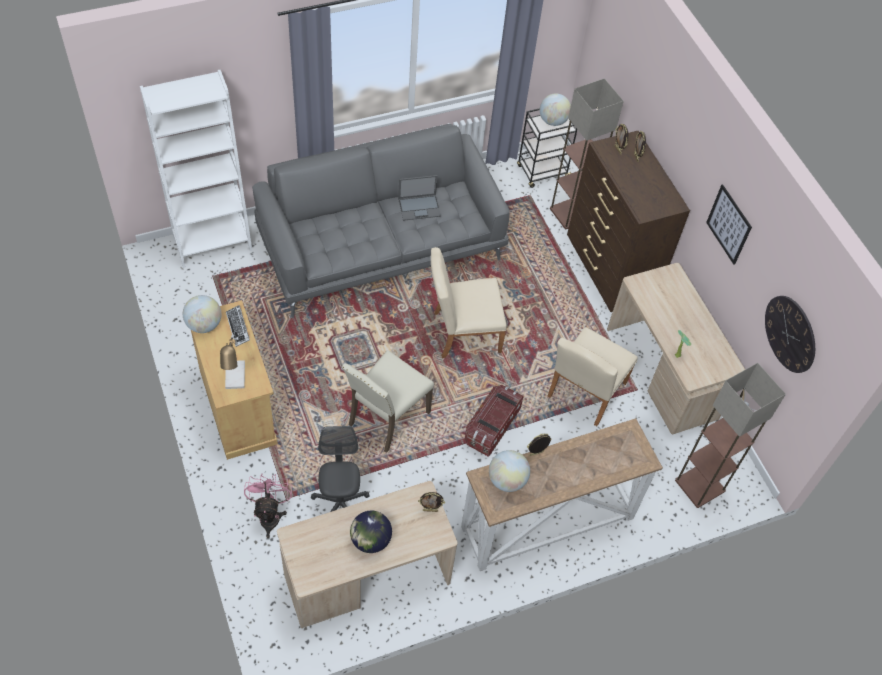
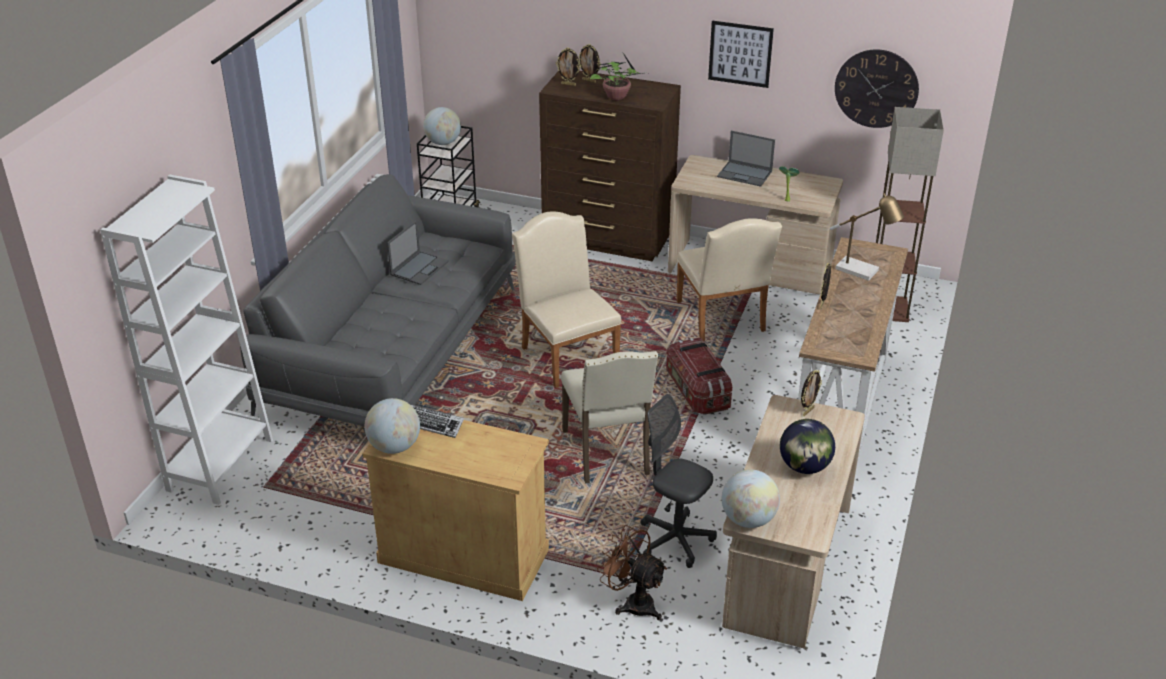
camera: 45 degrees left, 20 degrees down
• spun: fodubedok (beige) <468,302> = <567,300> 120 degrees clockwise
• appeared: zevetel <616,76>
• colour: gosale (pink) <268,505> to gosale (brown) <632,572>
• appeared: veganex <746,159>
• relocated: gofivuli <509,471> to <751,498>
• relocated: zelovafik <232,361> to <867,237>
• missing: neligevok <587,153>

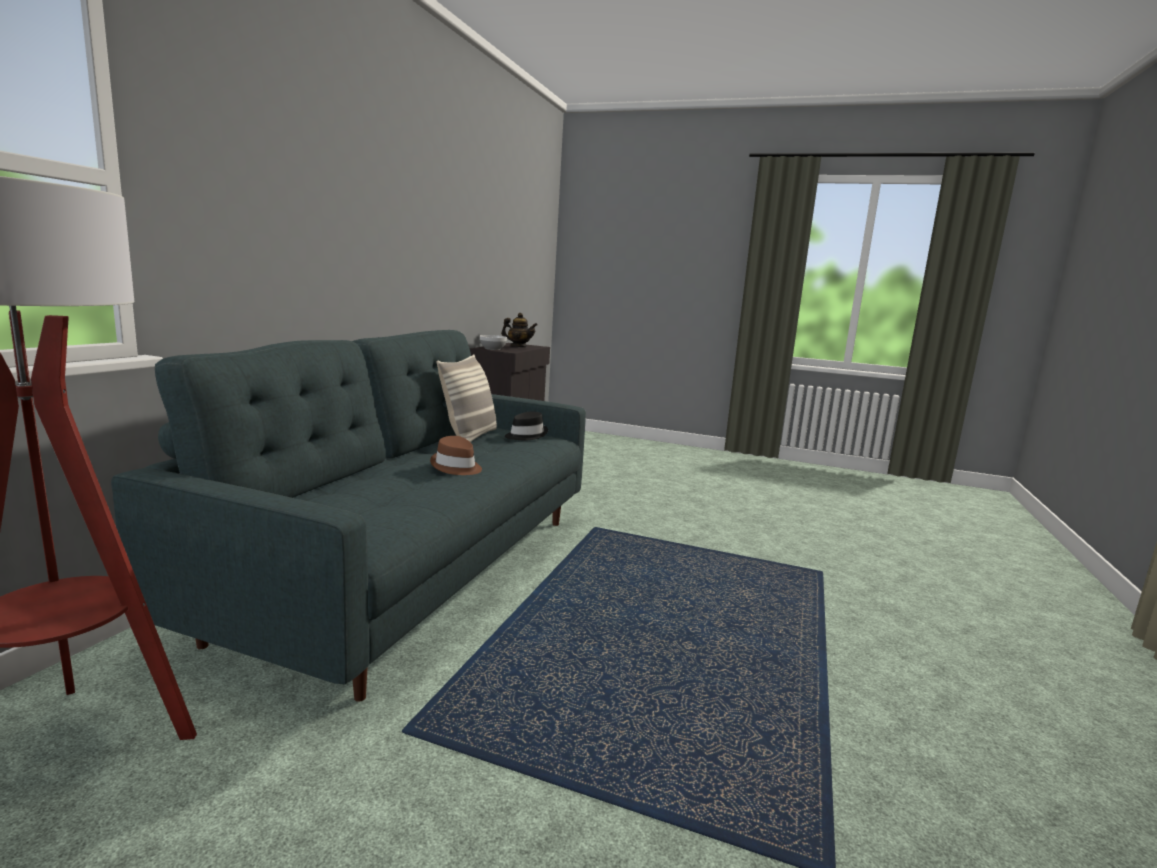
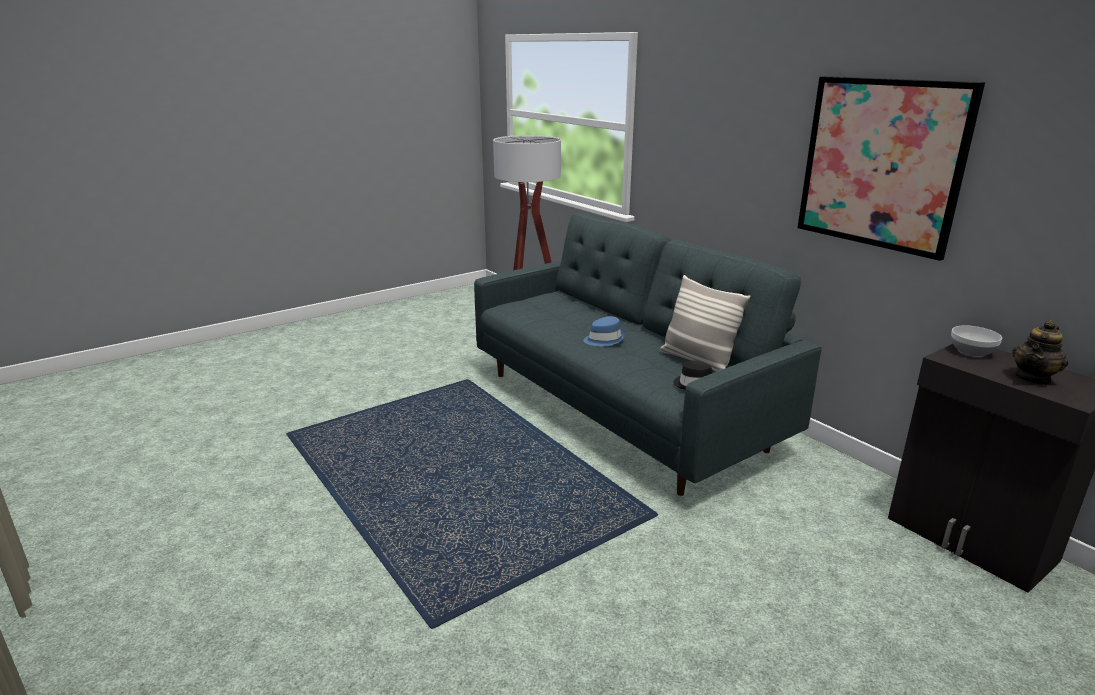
camera: 125 degrees right, 10 degrees up
• colour: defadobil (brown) <456,455> to defadobil (blue) <604,331>
• appeared: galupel <891,168>

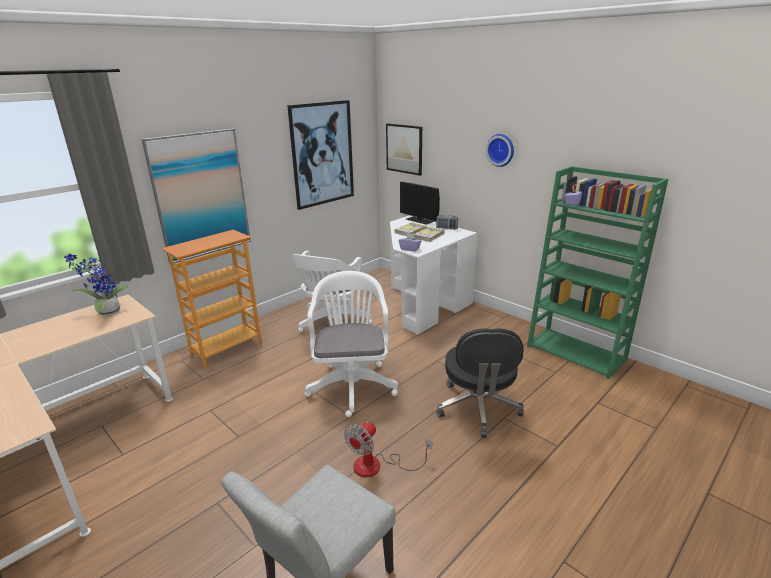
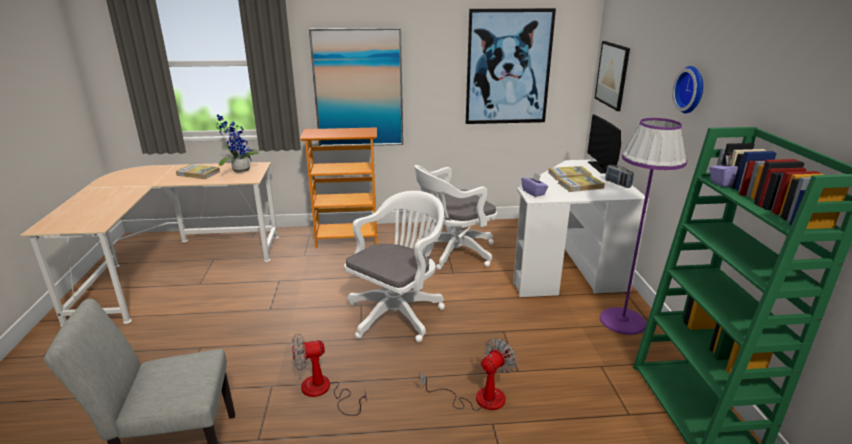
camera: 40 degrees right, 0 degrees up
• appeared: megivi <198,171>
• exchanged: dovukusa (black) <480,383> to gosale <468,374>
• appeared: neligevok (purple) <643,226>

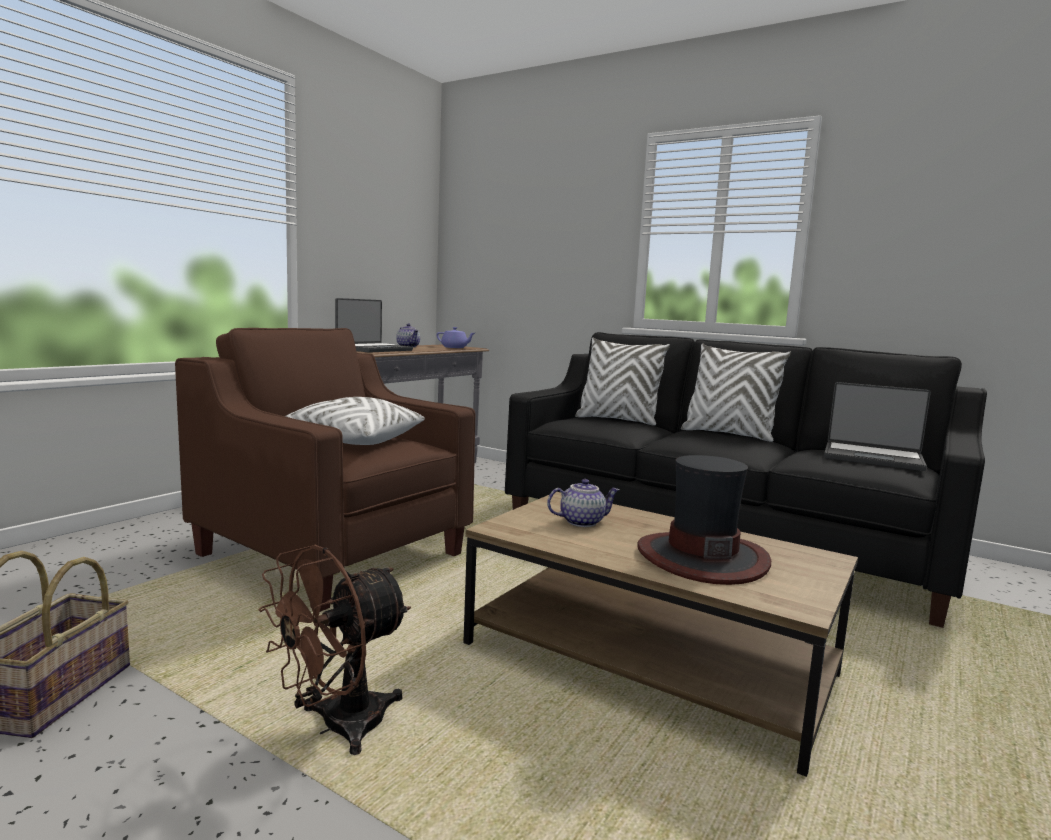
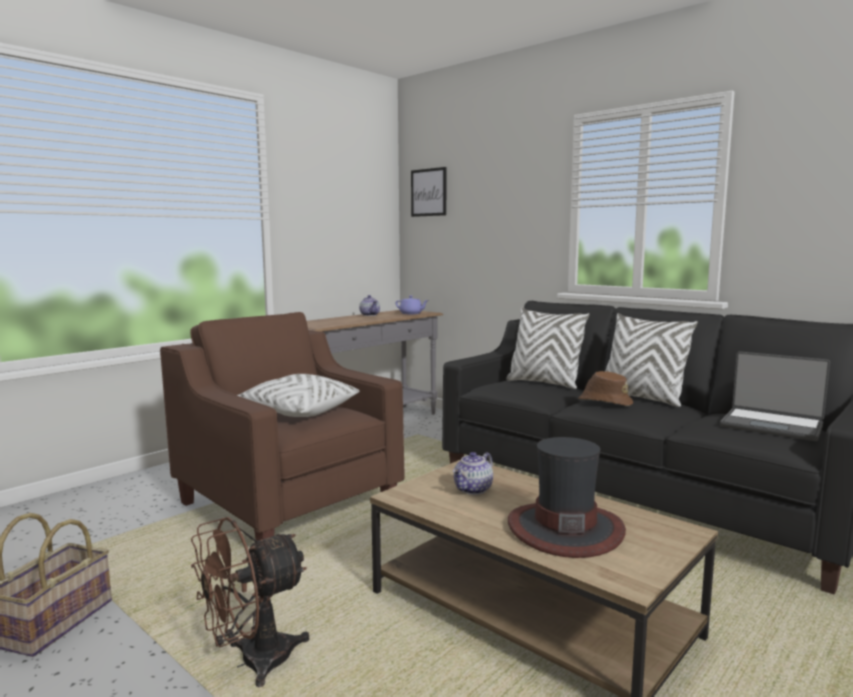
camera: 10 degrees right, 0 degrees up
• appeared: galupel <428,192>
• spun: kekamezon <583,503> = <473,473> 135 degrees clockwise
• appeared: defadobil (brown) <605,388>
• missing: veganex <374,325>

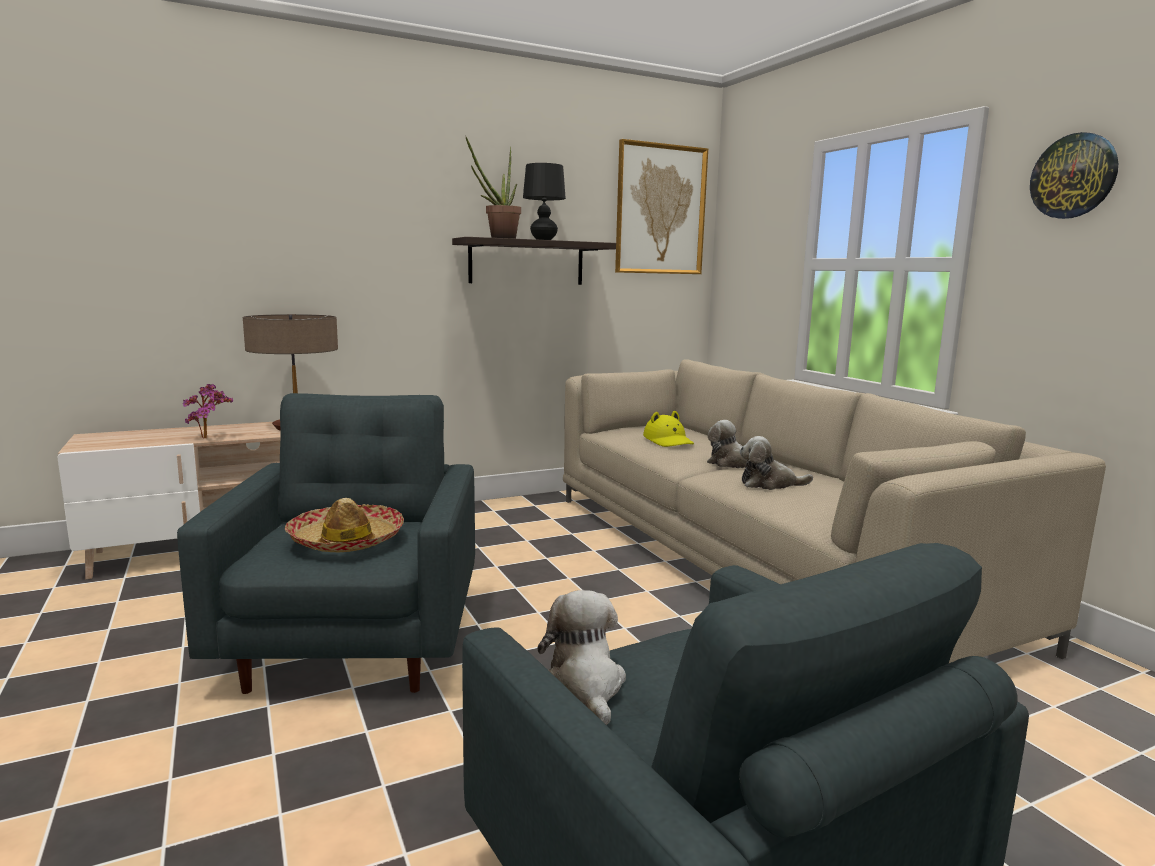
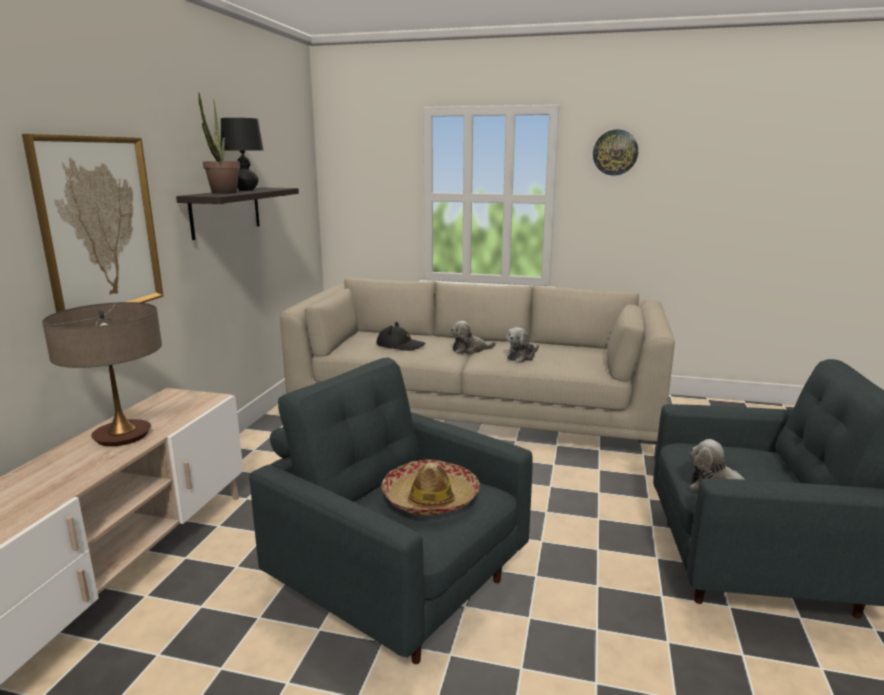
camera: 50 degrees left, 5 degrees up
• relocated: galupel <661,206> to <93,223>
• colour: defadobil (yellow) <668,429> to defadobil (black) <401,336>
• missing: zevetel <208,411>

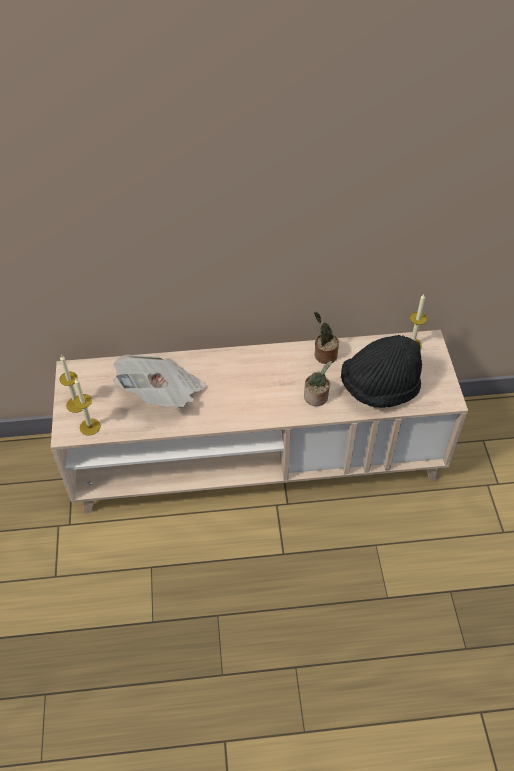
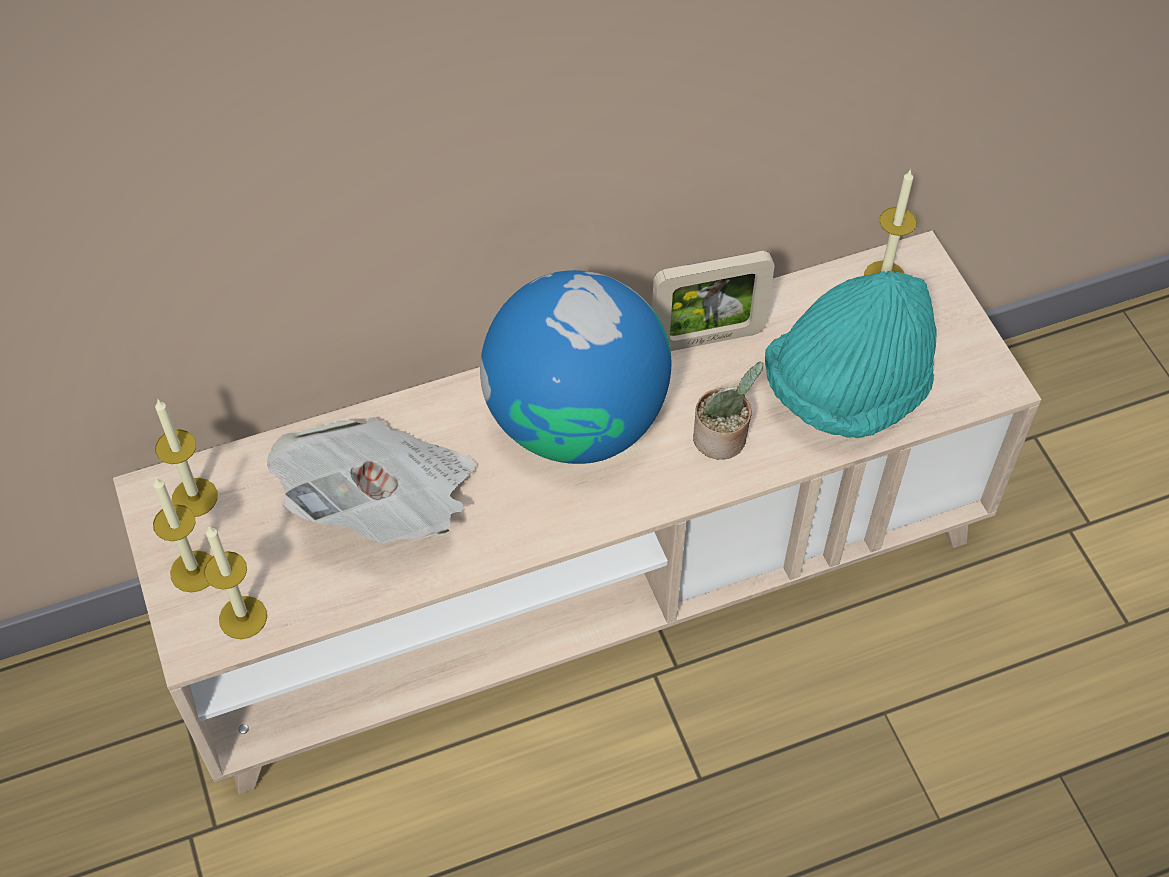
camera: 15 degrees left, 5 degrees up
• appeared: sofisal <186,458>
• appeared: gofivuli <575,367>
• exchanged: zevetel <326,337> to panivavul <713,301>
• colour: defadobil (black) <381,371> to defadobil (turquoise) <850,354>

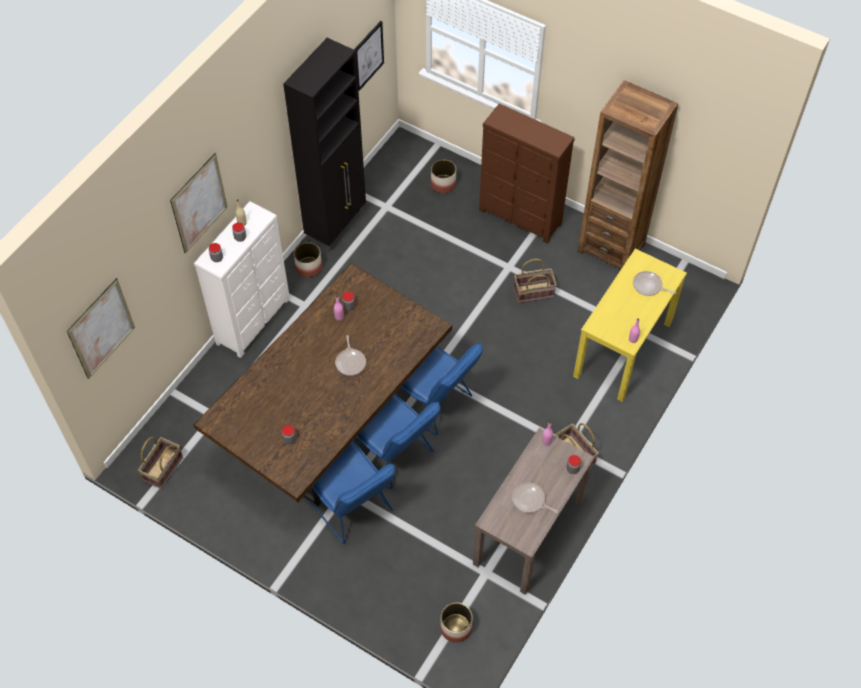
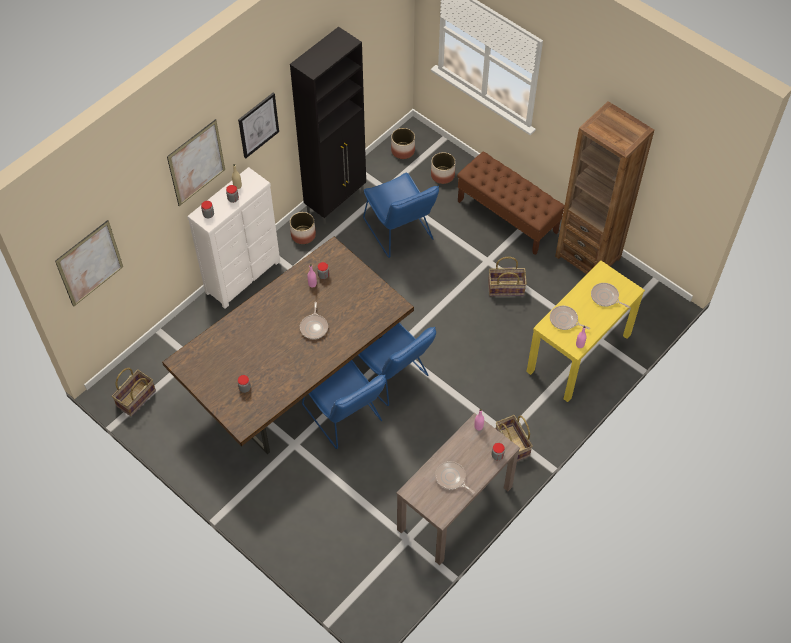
camera: 10 degrees right, 0 degrees up
• relocated: galupel <369,56> to <258,126>
• relocated: fodubedok (blue) <351,492> to <401,215>
• relocated: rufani <456,623> to <403,143>
• exchanged: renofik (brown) <527,173> to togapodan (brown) <511,203>
• appeared: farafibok <570,318>

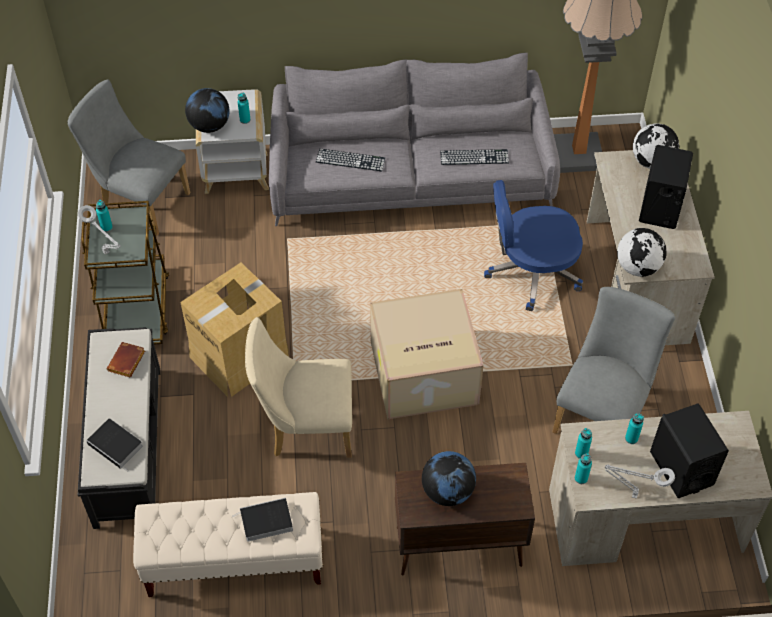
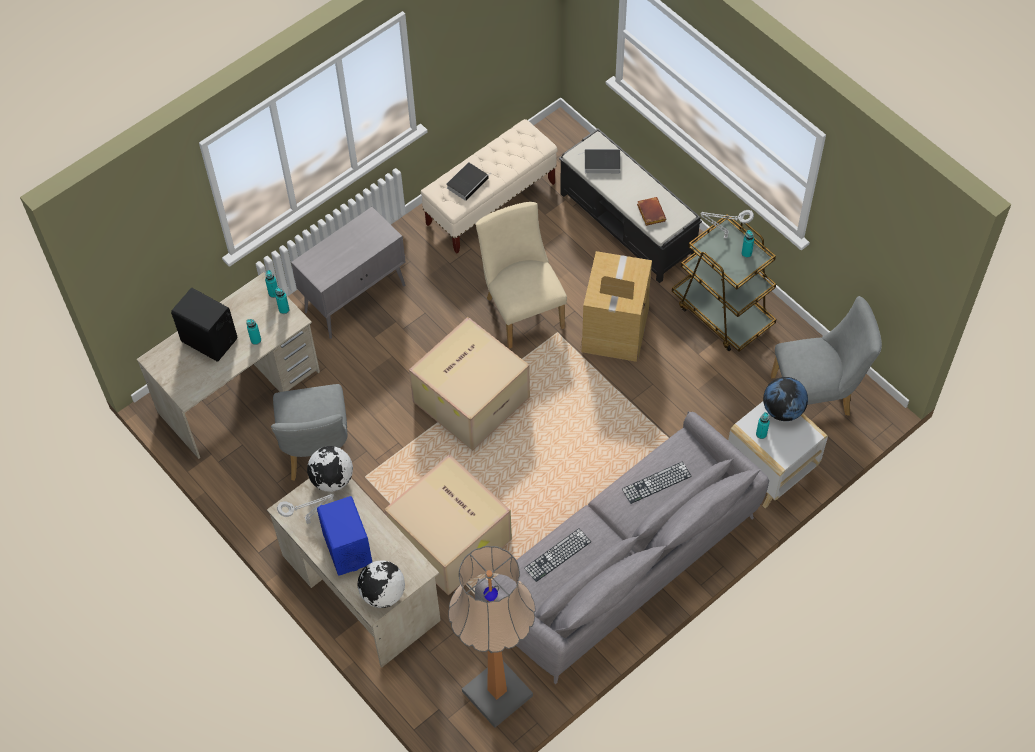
camera: 145 degrees right, 5 degrees up
• relocated: zelovafik (grey) <640,482> to <305,509>
• colour: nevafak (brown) <465,519> to nevafak (grey) <348,273>
• colour: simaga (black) <666,187> to simaga (blue) <344,535>
• exchanged: dovukusa (blue) <533,245> to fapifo <448,524>
• spun: fodubedok (beige) <298,387> = <521,275> 75 degrees counterclockwise
• missing: gofivuli <449,478>

